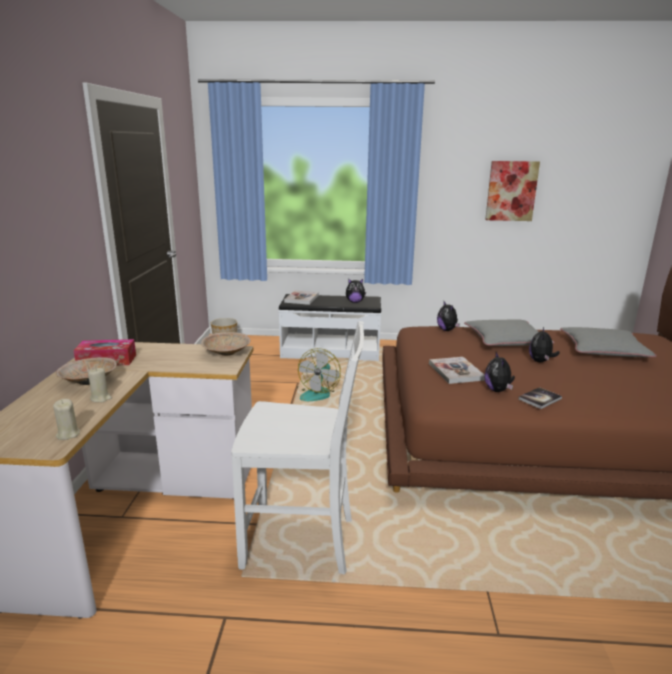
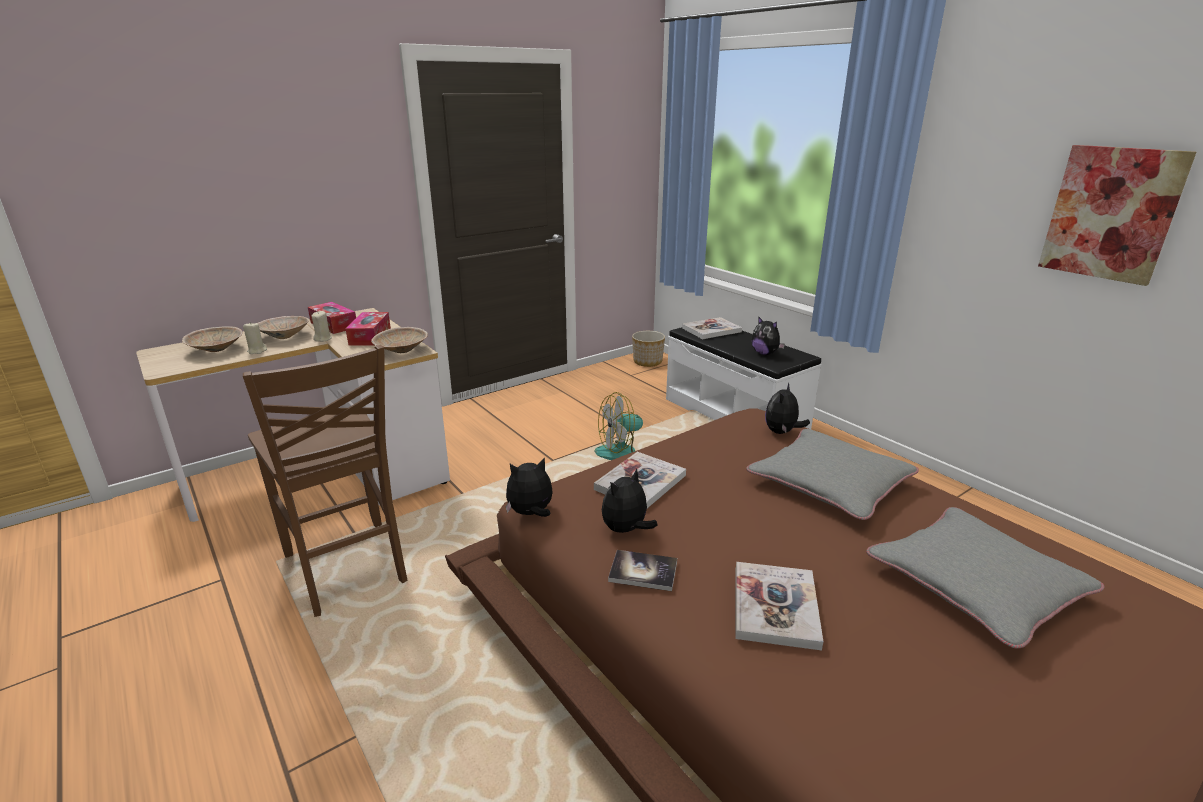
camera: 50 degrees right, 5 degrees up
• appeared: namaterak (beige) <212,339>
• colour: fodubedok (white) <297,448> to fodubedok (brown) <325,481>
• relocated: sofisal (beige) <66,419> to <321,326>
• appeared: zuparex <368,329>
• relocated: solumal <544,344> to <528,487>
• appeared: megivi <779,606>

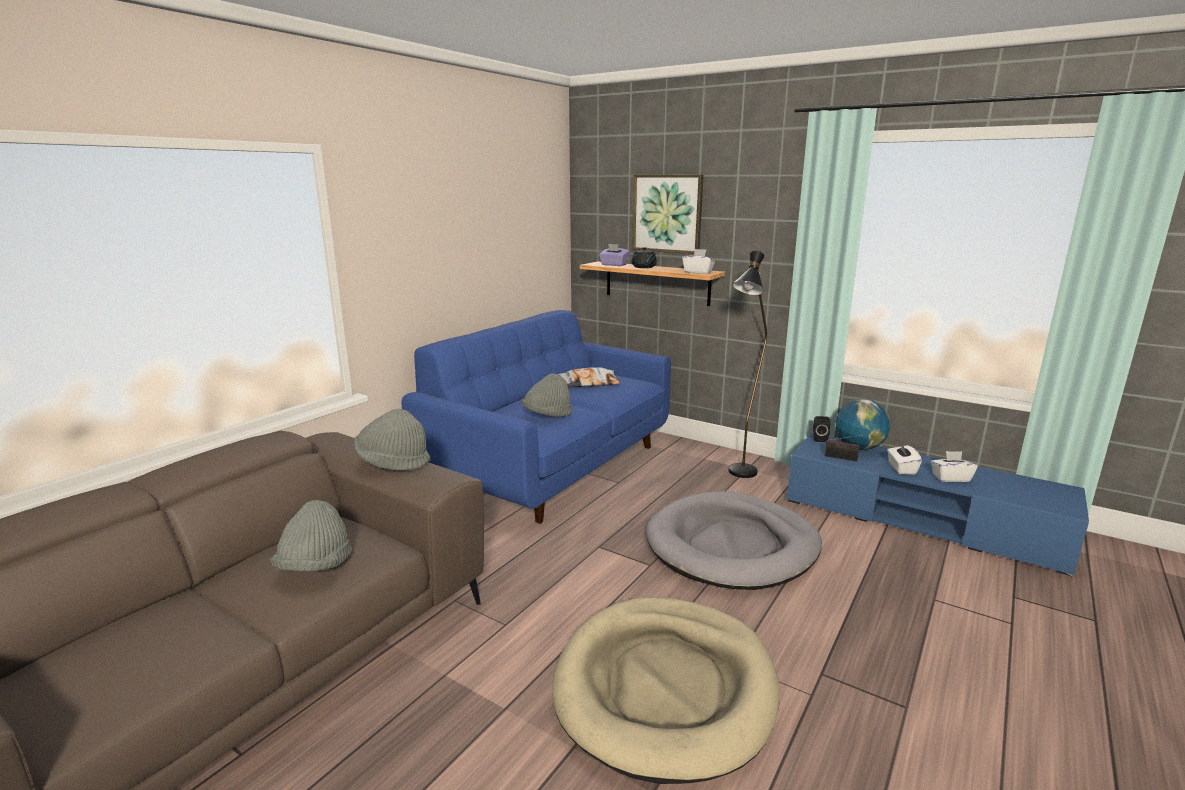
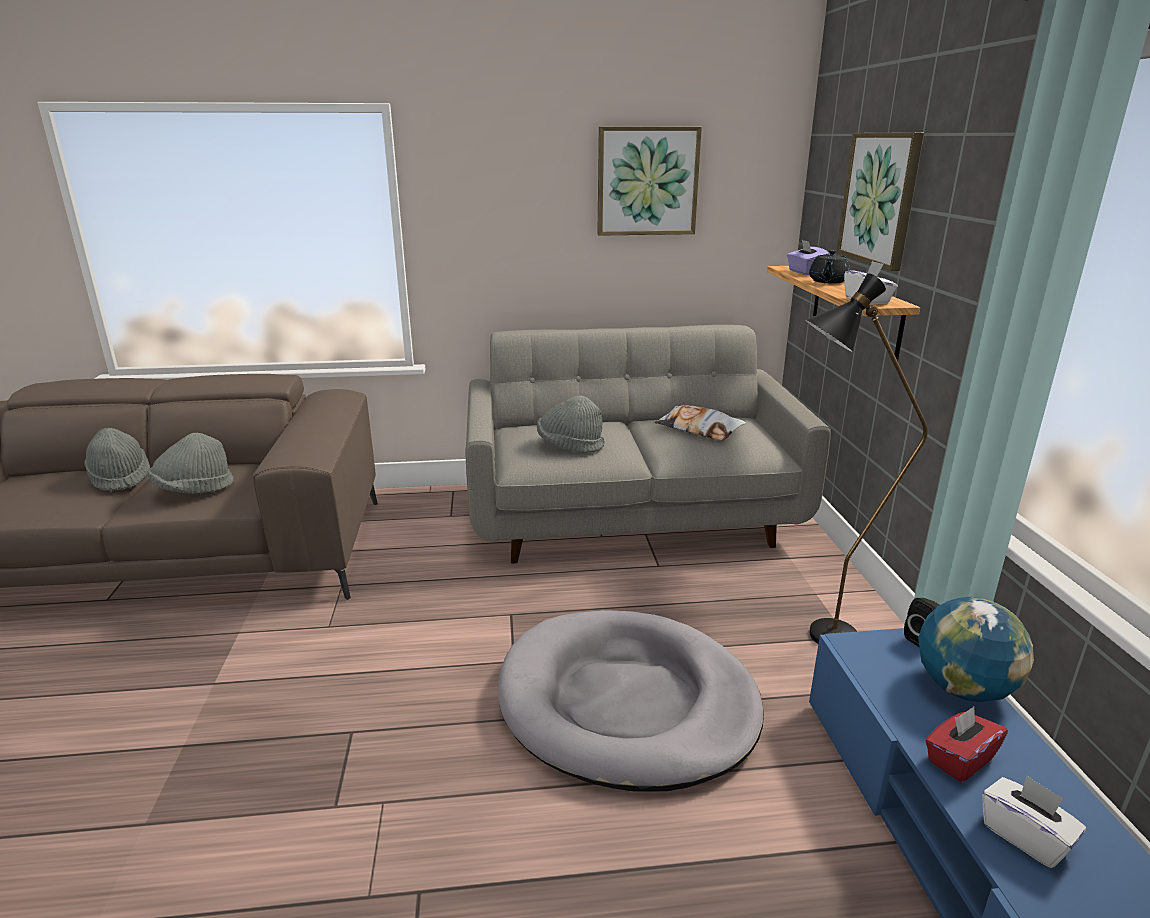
camera: 50 degrees right, 5 degrees up
• relocated: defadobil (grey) <392,440> to <117,459>
• colour: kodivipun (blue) <536,417> to kodivipun (grey) <648,444>
• appeared: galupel <649,181>
• colour: zuparex (white) <904,458> to zuparex (red) <966,745>
• missing: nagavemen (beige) <666,690>
• missing: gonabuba <844,448>

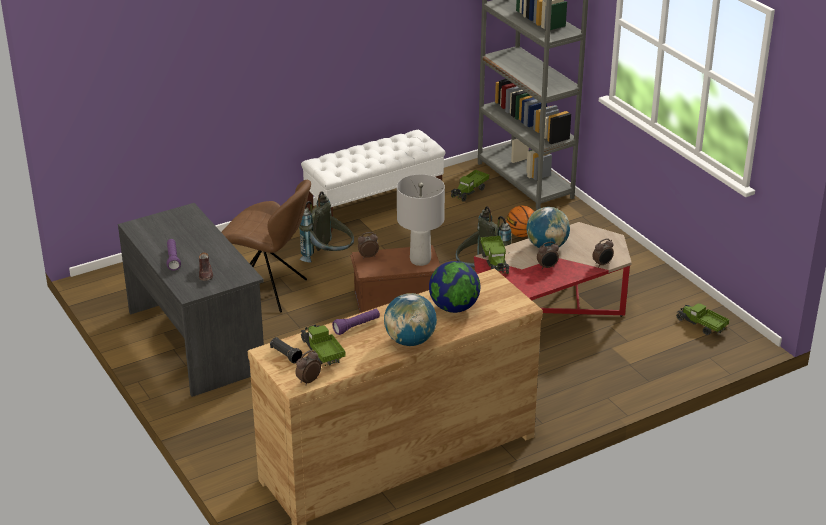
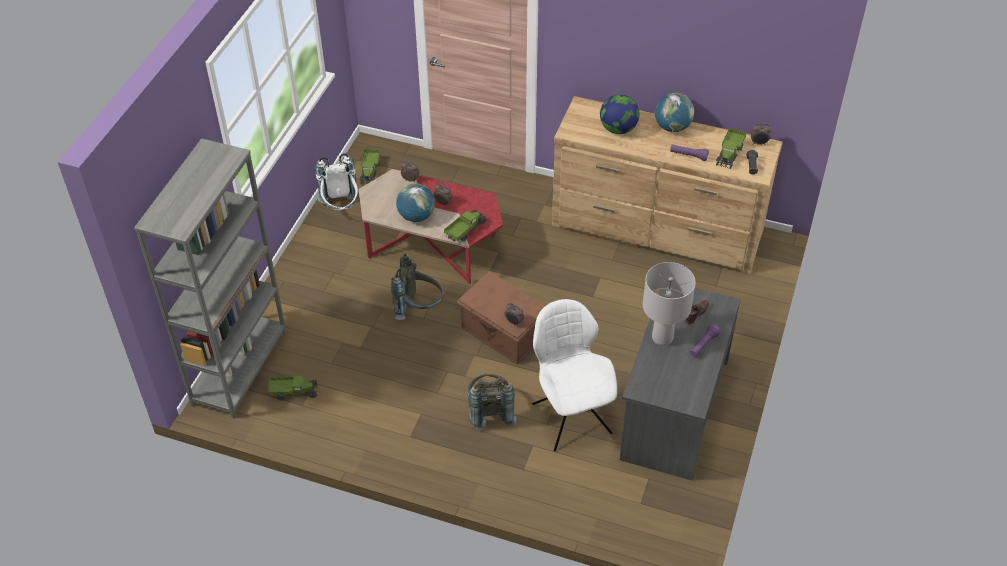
camera: 130 degrees left, 15 degrees up
• appeared: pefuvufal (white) <336,181>
• colour: fodubedok (brown) <266,246> to fodubedok (white) <574,375>
• relocated: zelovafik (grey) <421,220> to <669,304>
• missing: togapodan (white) <373,181>
• missing: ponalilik <520,221>

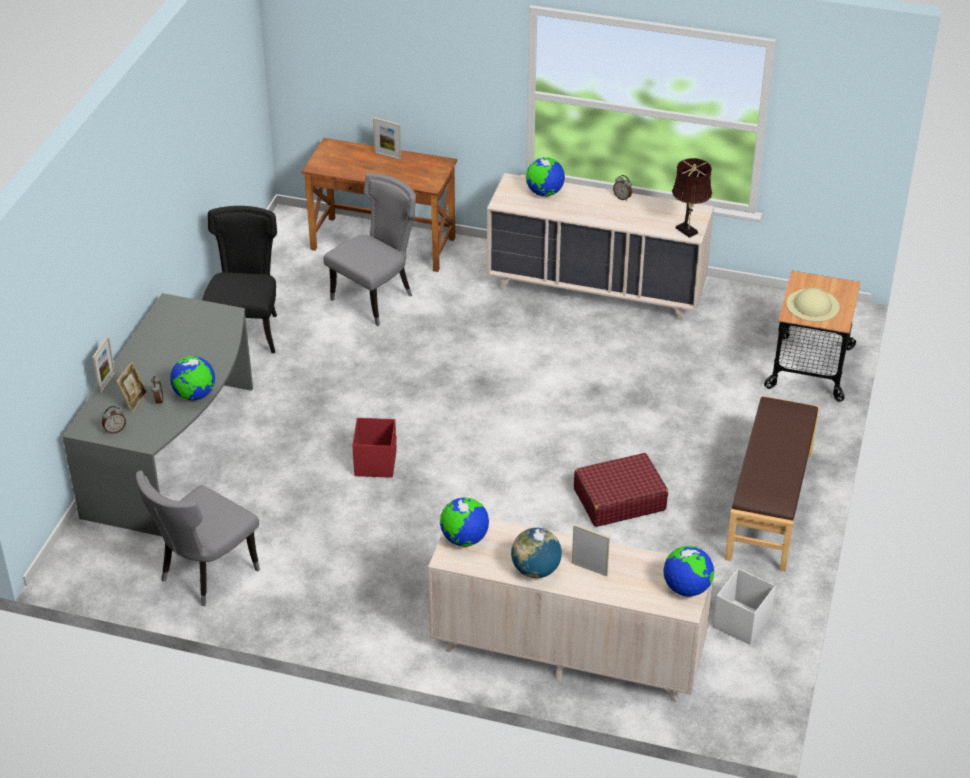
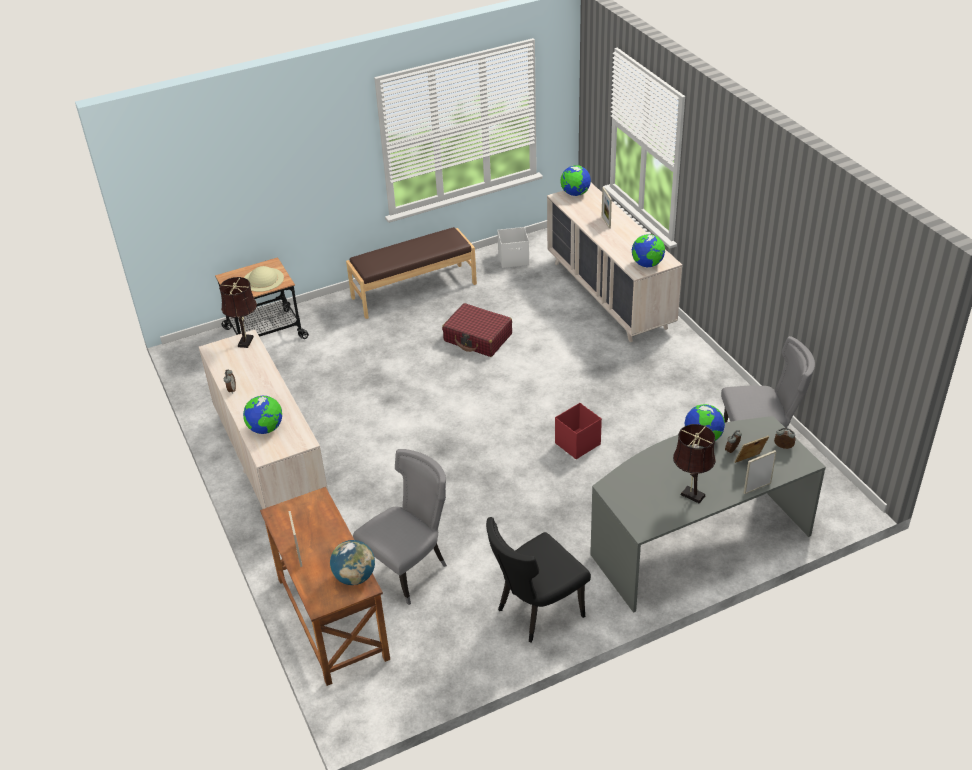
camera: 130 degrees left, 0 degrees up
• relocated: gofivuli <536,553> to <352,562>
• spun: fodubedok (grey) <369,249> = <400,527> 135 degrees clockwise
• appeared: zelovafik (brown) <694,464>

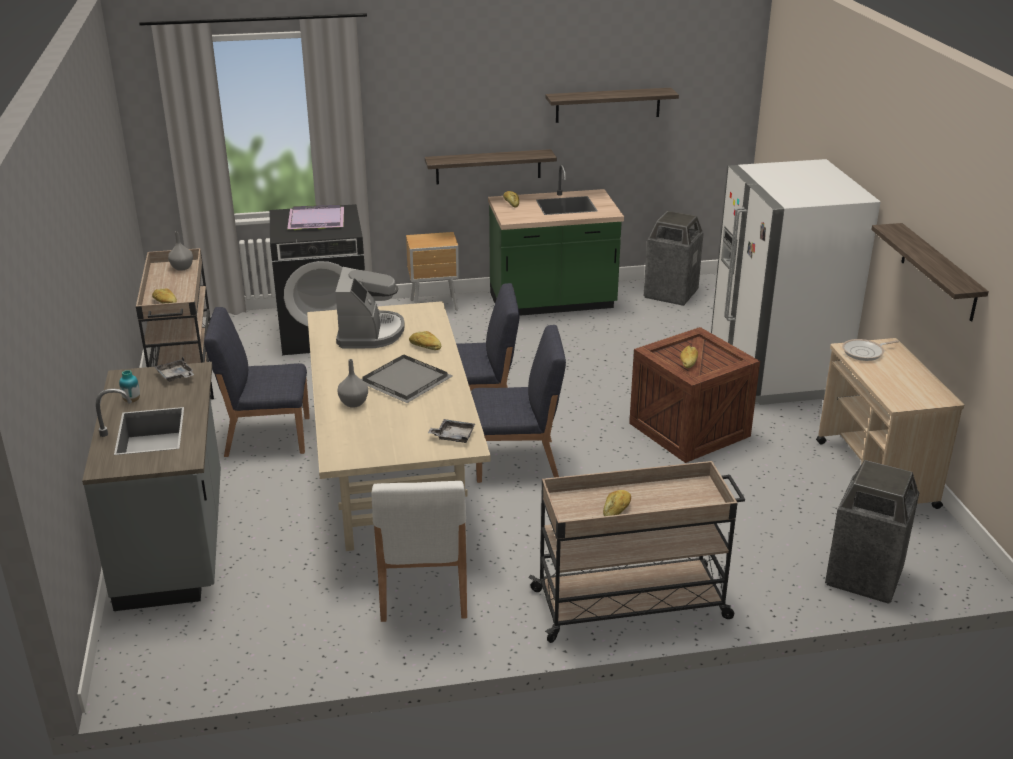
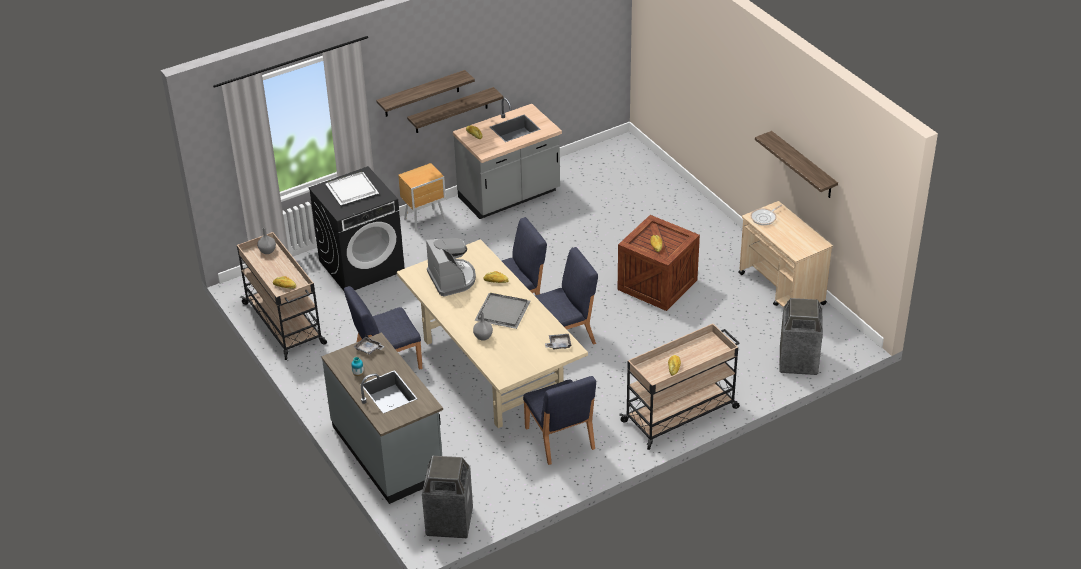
camera: 20 degrees left, 10 degrees up
• colour: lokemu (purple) <315,217> to lokemu (white) <352,188>
• relocated: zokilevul <612,105> to <425,93>
• relocated: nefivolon <674,258> to <447,497>
• colour: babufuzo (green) <556,240> to babufuzo (grey) <507,158>
• colour: fodubedok (white) <419,551> to fodubedok (blue) <559,420>
• missing: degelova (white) <795,282>

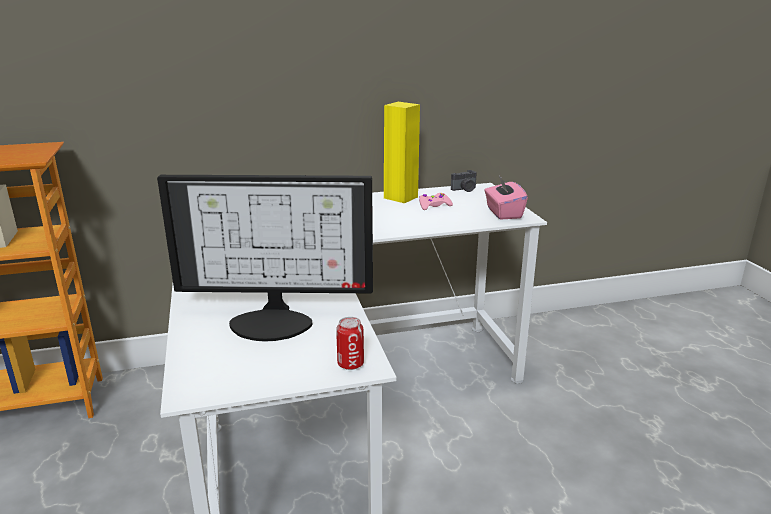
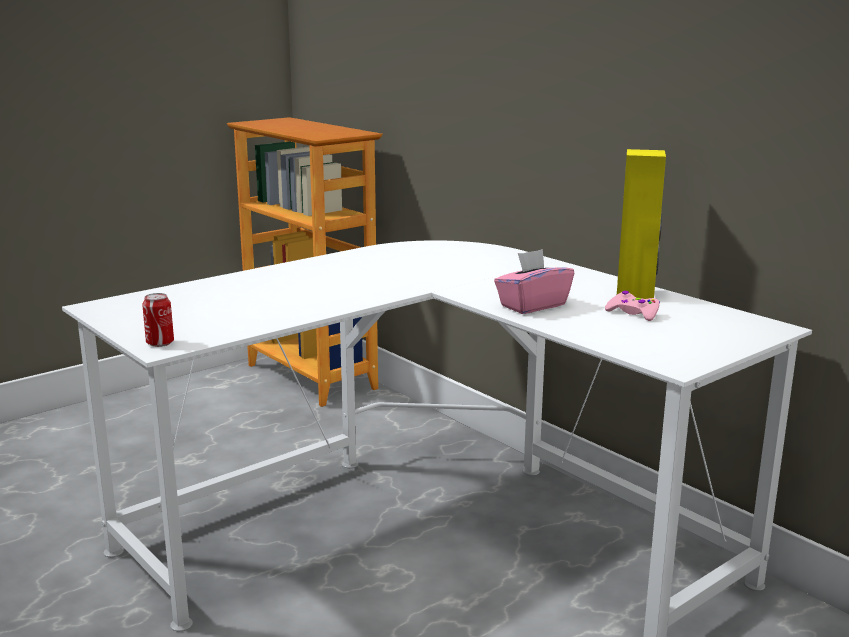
camera: 65 degrees right, 5 degrees down
• relocated: zuparex (pink) <506,198> to <534,281>
• missing: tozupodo <265,258>
• missing: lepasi <464,181>

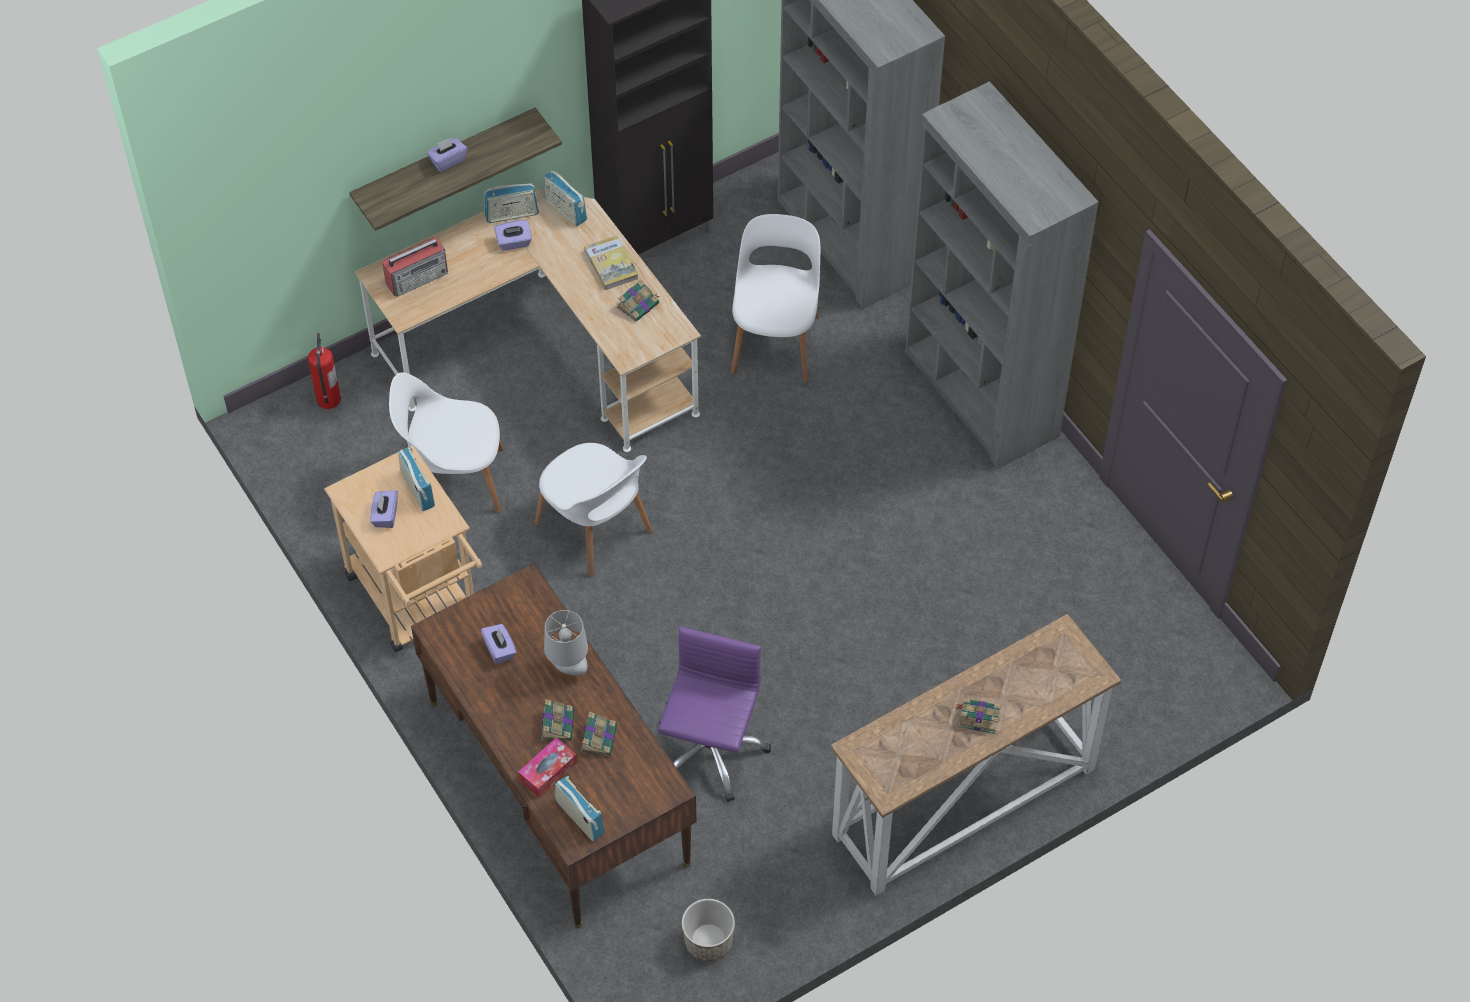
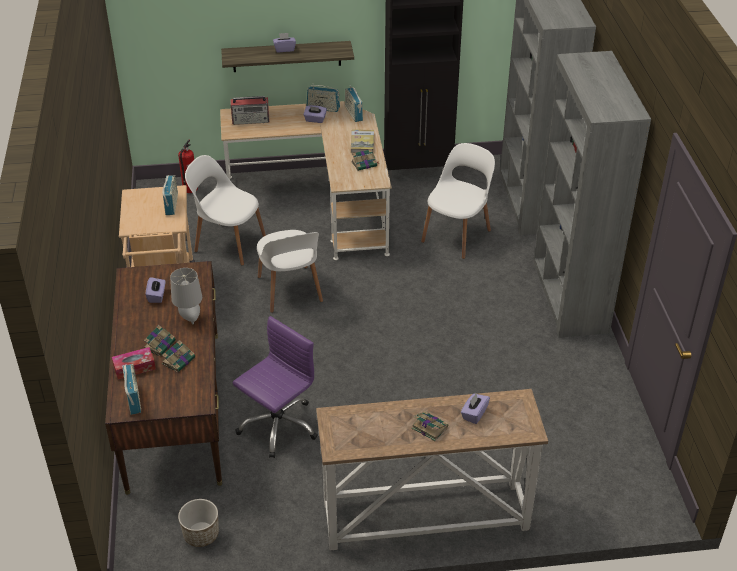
camera: 25 degrees right, 15 degrees down
• relocated: zuparex (purple) <384,509> to <475,409>

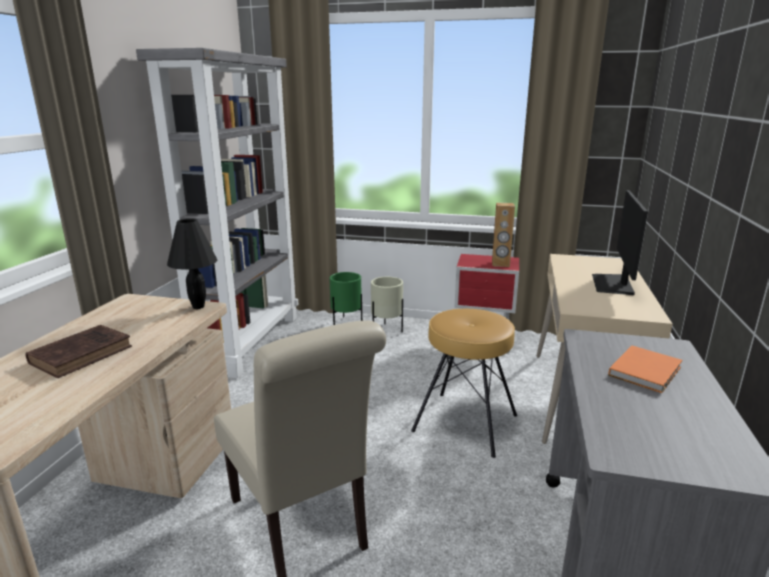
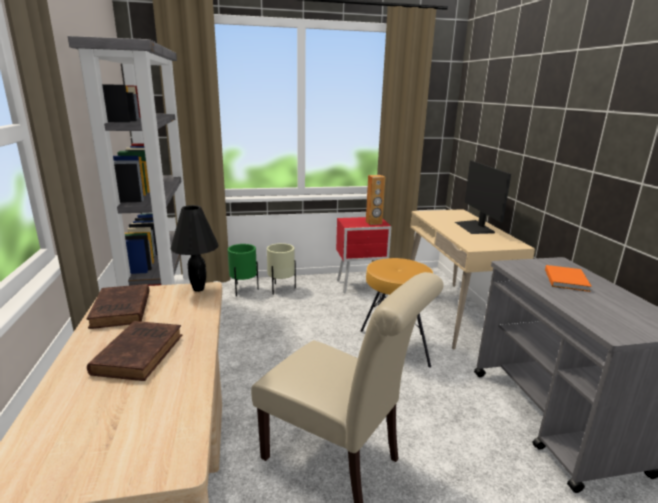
camera: 25 degrees left, 0 degrees up
• appeared: megivi (brown) <118,306>

